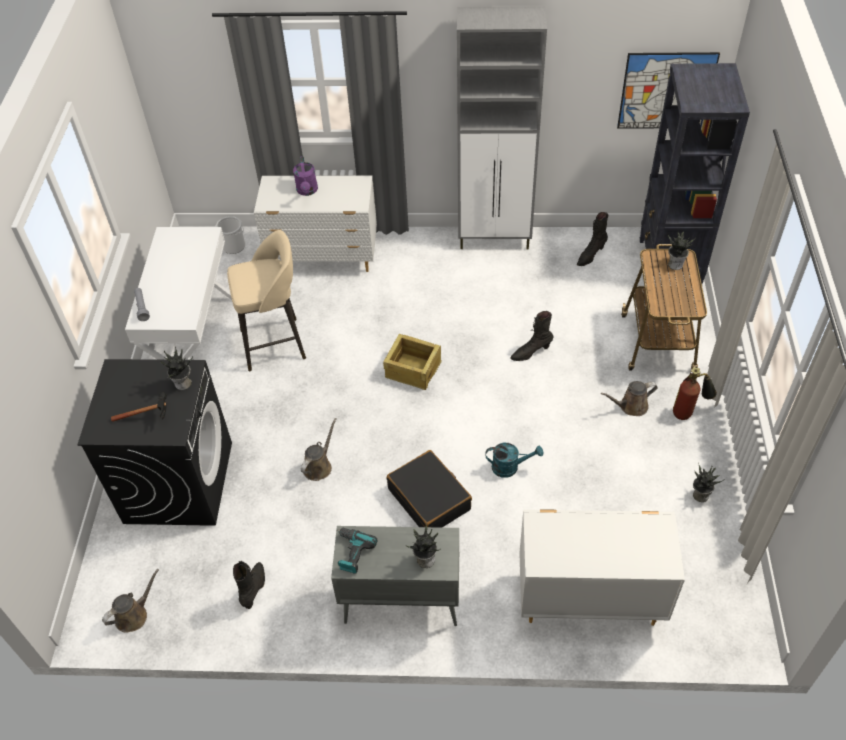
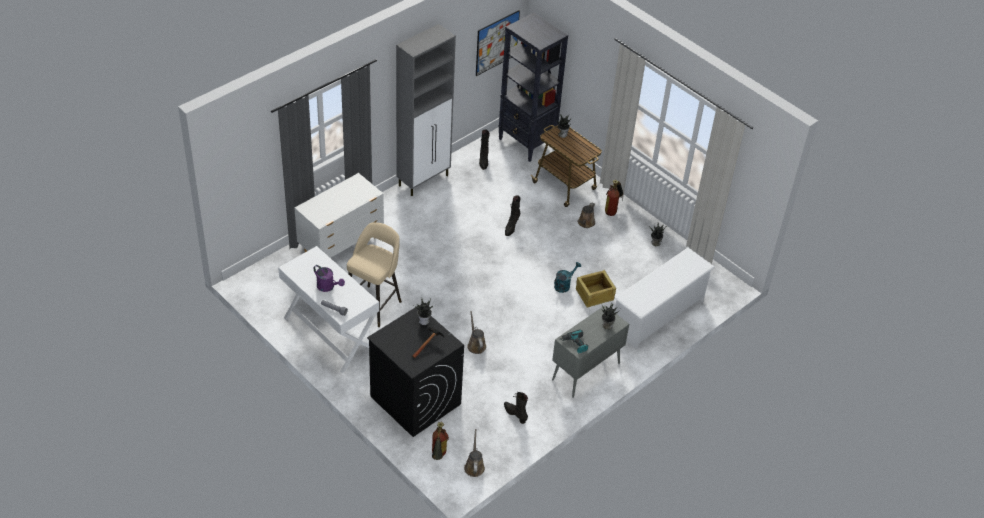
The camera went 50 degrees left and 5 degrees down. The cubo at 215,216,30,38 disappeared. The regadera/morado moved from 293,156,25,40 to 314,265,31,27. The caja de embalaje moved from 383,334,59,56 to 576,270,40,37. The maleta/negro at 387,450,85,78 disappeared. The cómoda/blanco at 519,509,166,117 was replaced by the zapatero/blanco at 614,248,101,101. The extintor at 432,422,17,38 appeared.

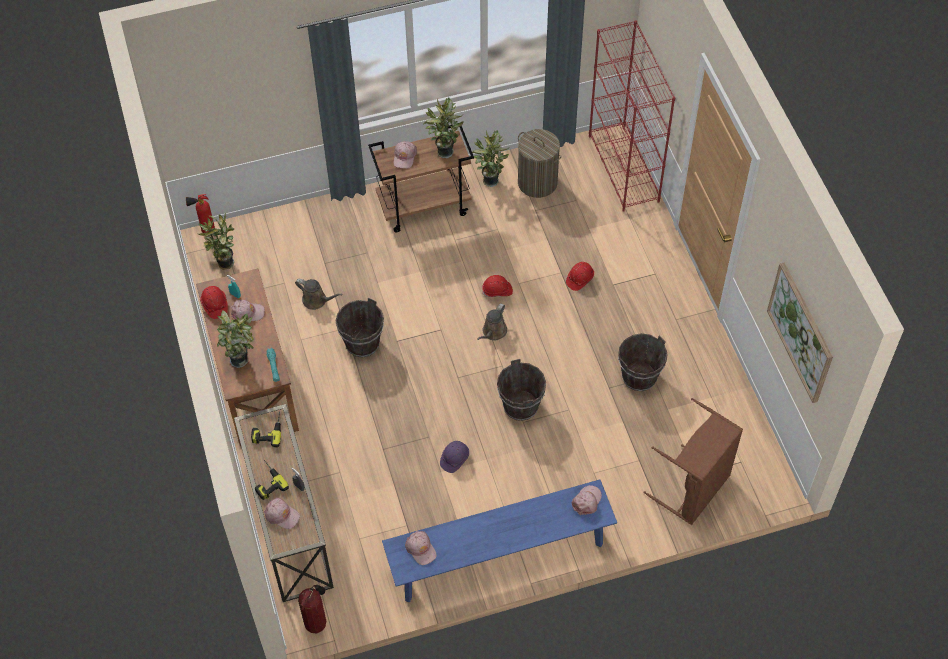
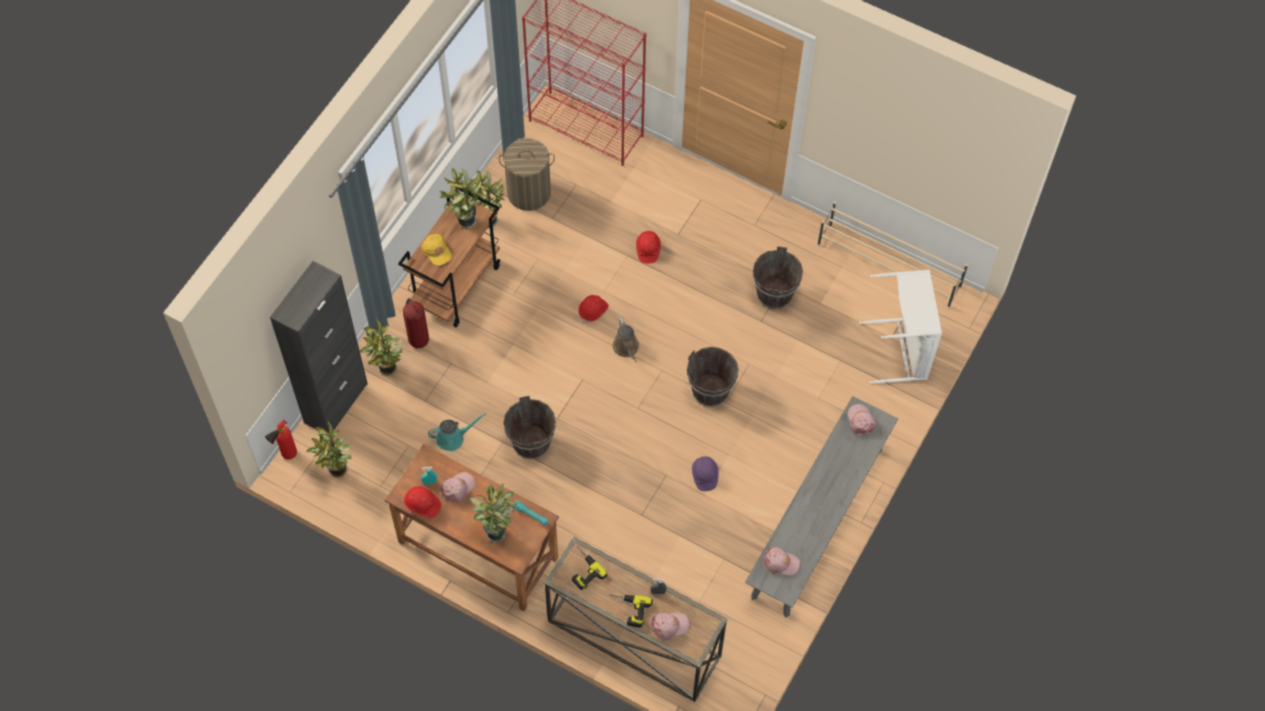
The camera went 45 degrees left and 5 degrees up. The regadera/marrón at 295,279,48,31 became the regadera/turquesa at 428,413,58,38. The extintor moved from 298,585,28,48 to 403,298,26,50. The banco/azul at 382,480,235,123 became the banco/gris at 745,396,153,222. The gorra/rosa at 394,141,23,28 became the gorra/amarillo at 421,234,31,32. The cesto de la ropa/marrón at 643,398,100,127 became the cesto de la ropa/blanco at 859,270,83,113. The cuadro at 767,262,66,141 disappeared. The armario/negro at 270,261,98,172 appeared. The planta en maceta at 360,318,43,58 appeared. The zapatero/beis at 817,201,151,107 appeared.

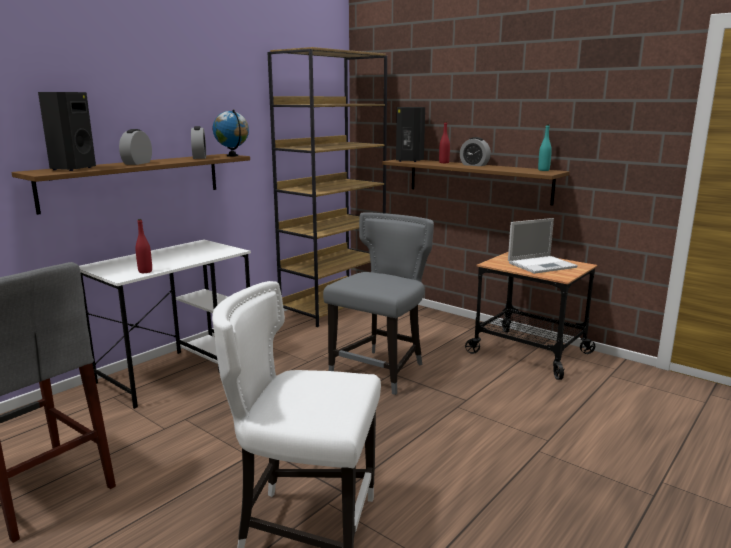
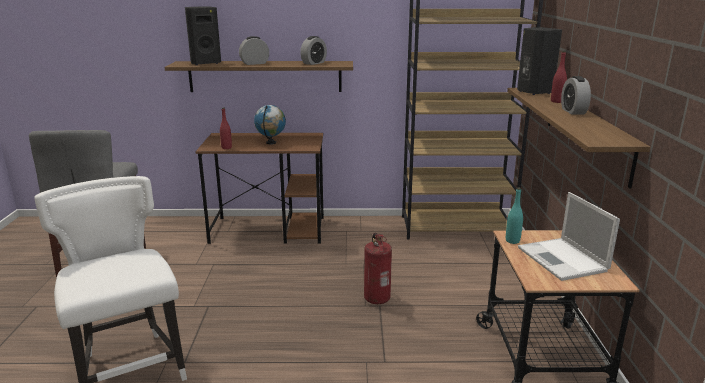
The camera went 50 degrees right and 5 degrees up. The escritorio/blanco at 79,239,172,170 became the escritorio/marrón at 195,133,129,111. The globo terráqueo moved from 213,109,36,48 to 254,105,32,39. The silla/gris at 323,213,111,182 was replaced by the extintor at 364,233,28,71. The portátil at 508,218,70,56 turned 45 degrees clockwise. The botella/turquesa moved from 538,124,14,47 to 506,187,17,57.

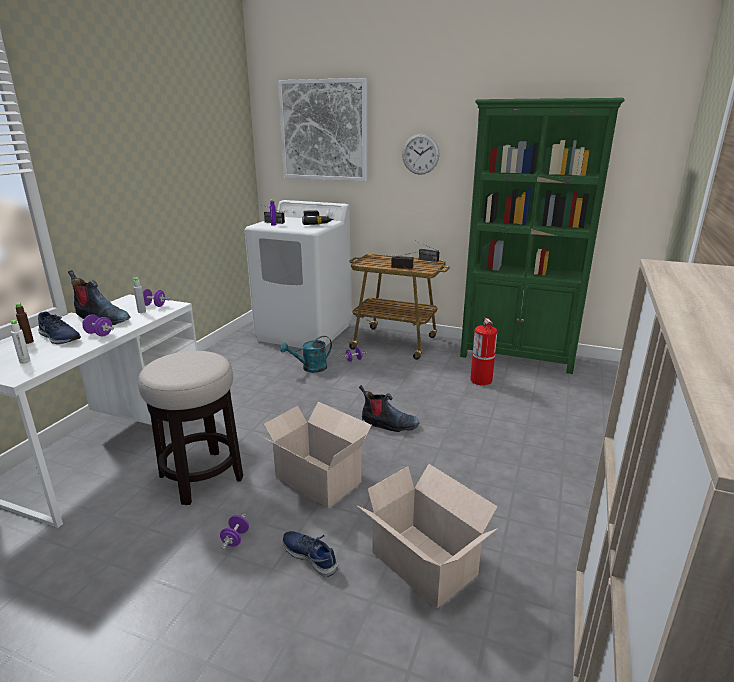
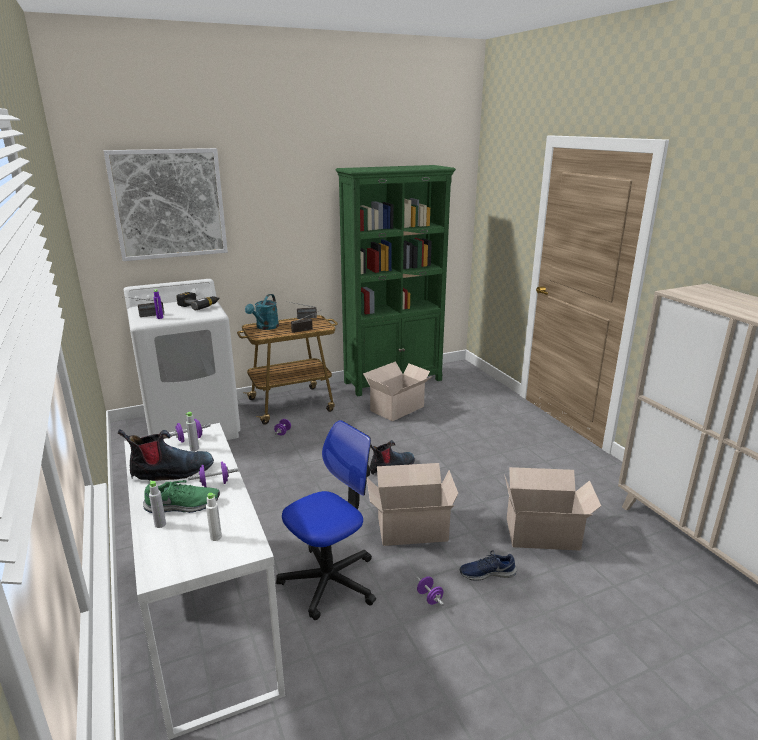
The camera went 45 degrees left and 0 degrees up. The botella/marrón at 16,303,18,41 became the botella/gris at 149,481,17,47. The zapato/azul at 38,311,43,33 became the zapato/verde at 143,480,77,33. The taburete at 138,351,105,154 was replaced by the silla de oficina at 276,420,100,200. The regadera/turquesa moved from 280,336,52,37 to 245,294,34,36. The reloj de pared at 402,134,38,41 disappeared. The extintor at 470,318,27,68 was replaced by the caja de cartón at 363,361,70,60.

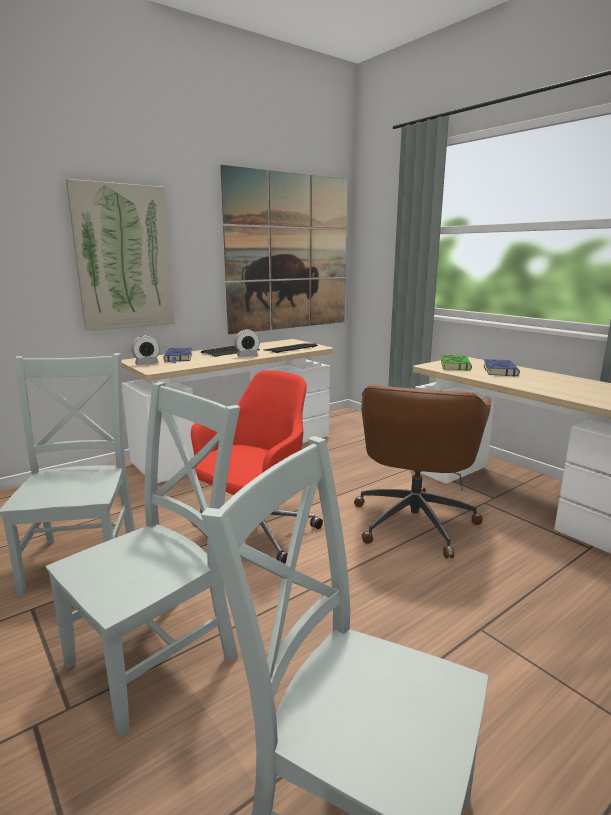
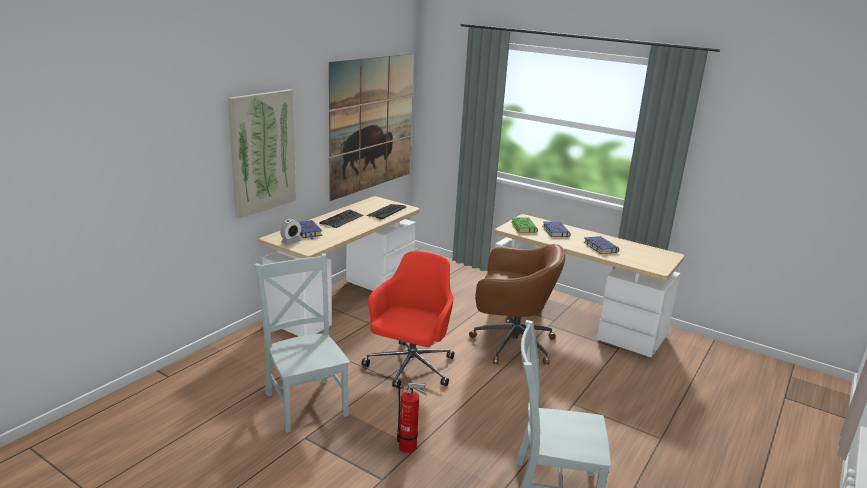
The camera went 20 degrees left and 5 degrees up. The silla/gris at 46,382,194,356 was replaced by the extintor at 397,383,30,70. The despertador at 234,329,26,28 disappeared. The silla de oficina/marrón at 354,385,138,173 turned 75 degrees counterclockwise. The libro/azul at 584,236,35,18 appeared.

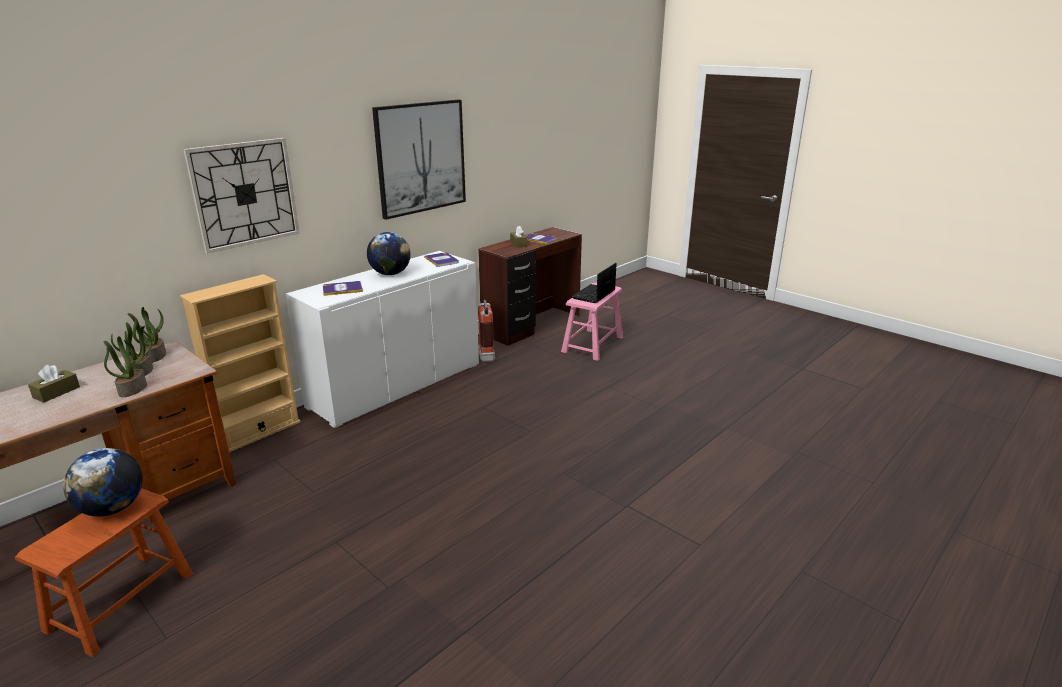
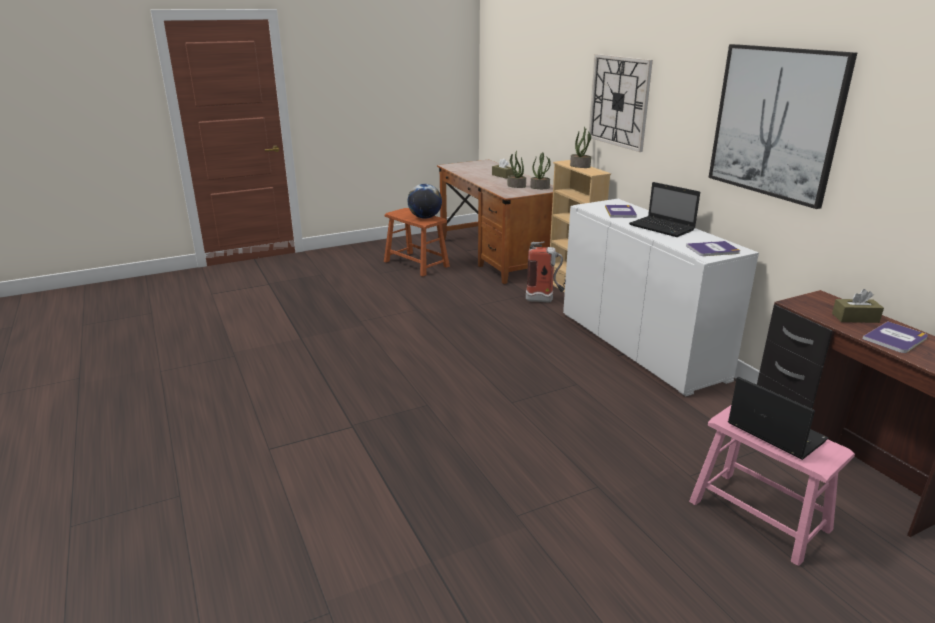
The camera went 110 degrees right and 0 degrees up. The planta en maceta moved from 104,336,43,61 to 570,127,21,41. The globo terráqueo at 367,232,44,43 was replaced by the portátil at 629,182,71,55. The extintor moved from 478,300,17,62 to 526,241,39,61.

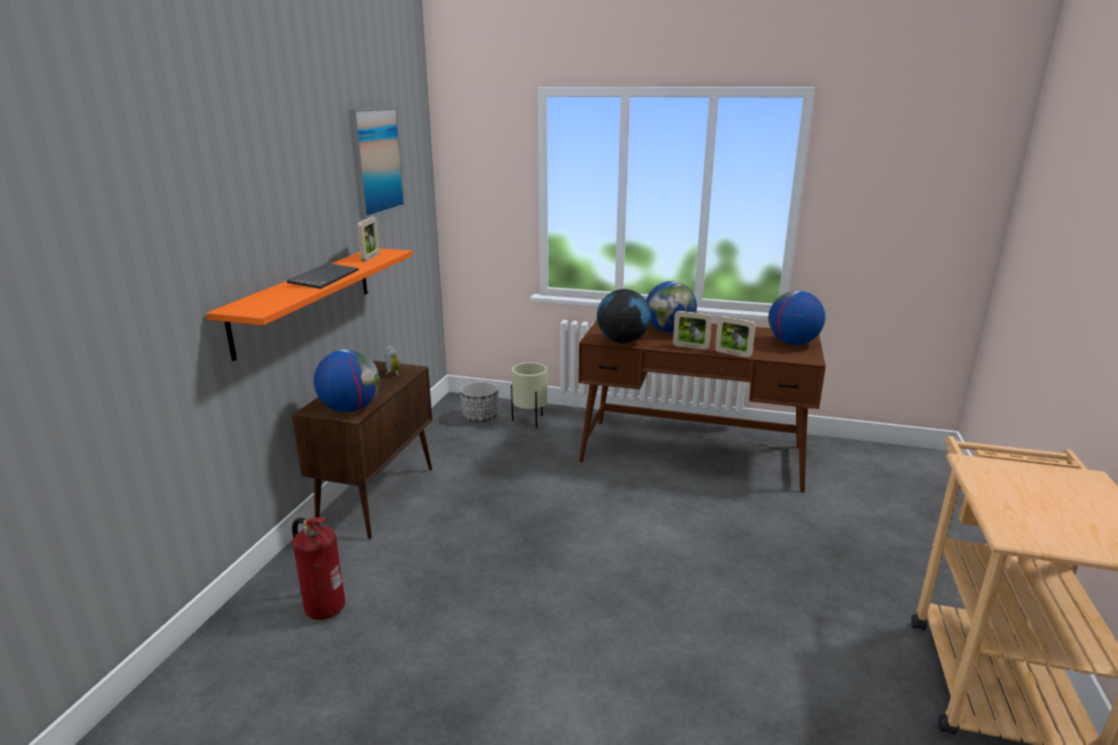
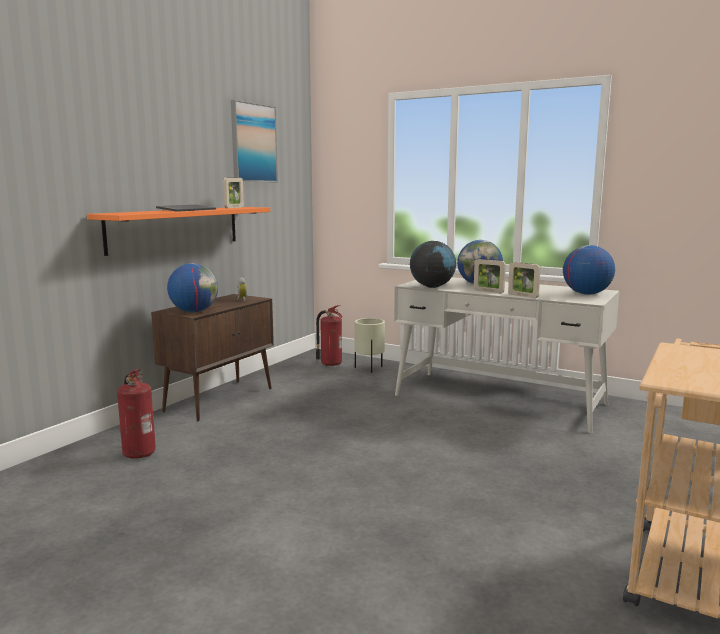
The camera went 15 degrees right and 10 degrees down. The maceta at 460,381,38,42 was replaced by the extintor at 316,305,26,61. The escritorio/marrón at 578,320,248,173 became the escritorio/blanco at 394,277,226,156.

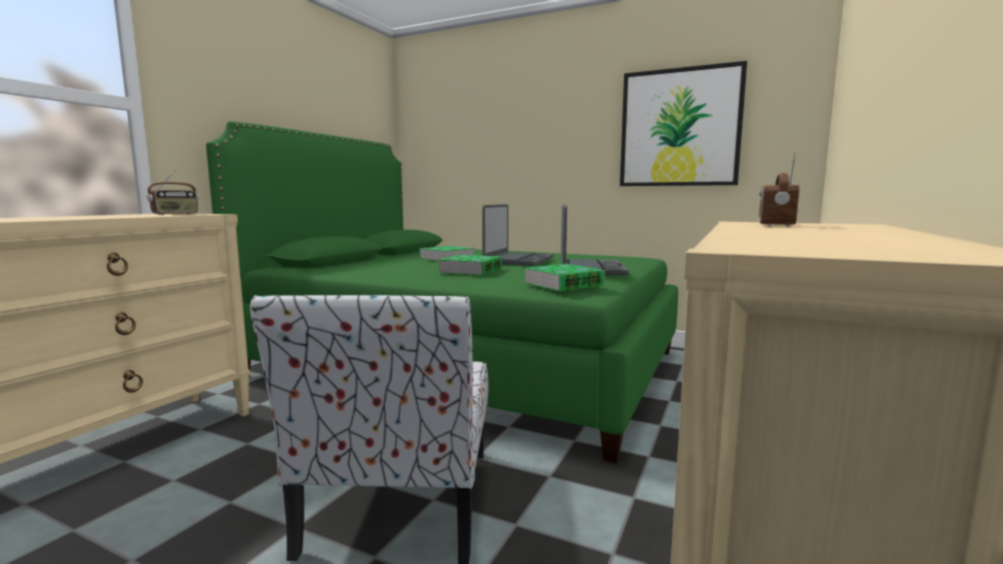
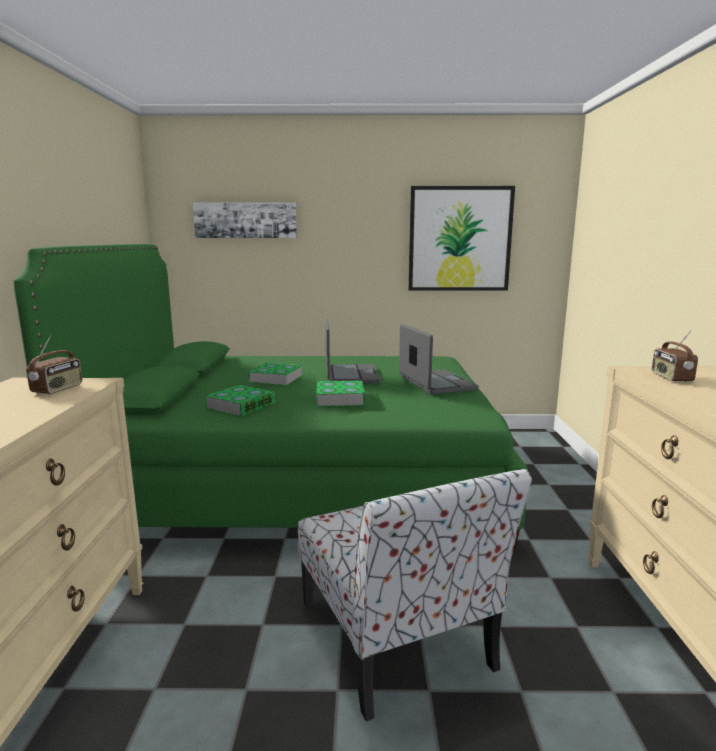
The camera went 25 degrees left and 5 degrees up. The libro moved from 524,264,81,27 to 205,385,70,31. The cuadro at 193,202,104,36 appeared.

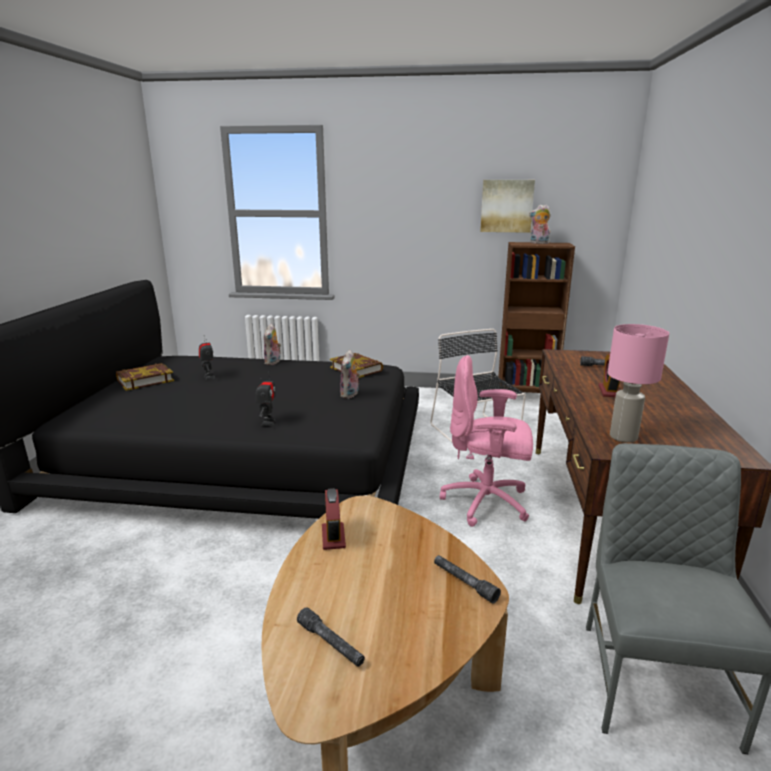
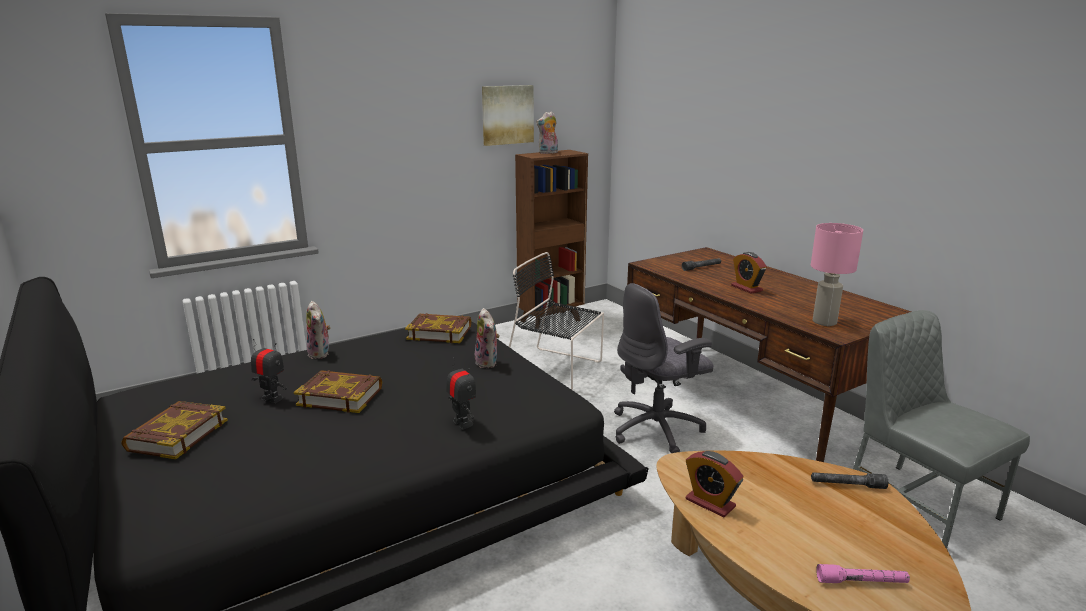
The camera went 40 degrees left and 0 degrees up. The linterna/gris at 297,607,68,60 became the linterna/rosa at 816,564,94,19. The silla de oficina/rosa at 440,355,93,172 became the silla de oficina/gris at 614,283,100,170. The libro at 294,370,88,43 appeared.

